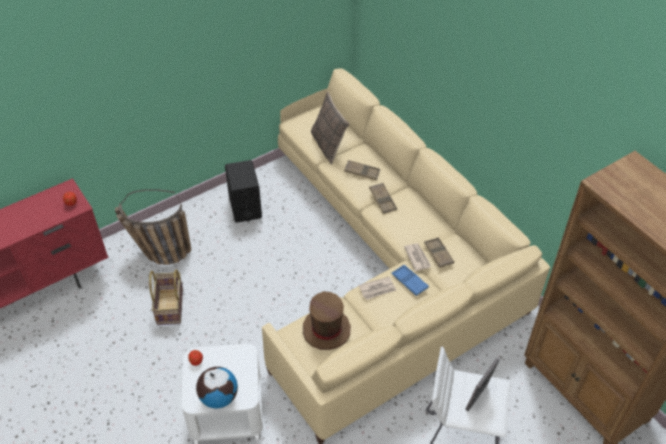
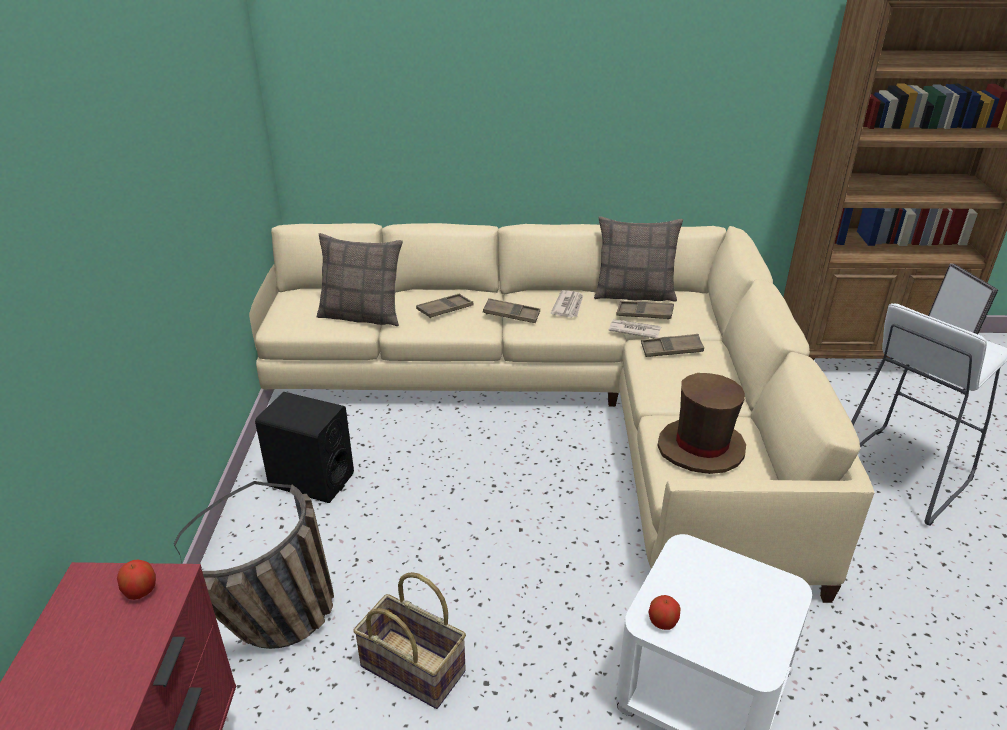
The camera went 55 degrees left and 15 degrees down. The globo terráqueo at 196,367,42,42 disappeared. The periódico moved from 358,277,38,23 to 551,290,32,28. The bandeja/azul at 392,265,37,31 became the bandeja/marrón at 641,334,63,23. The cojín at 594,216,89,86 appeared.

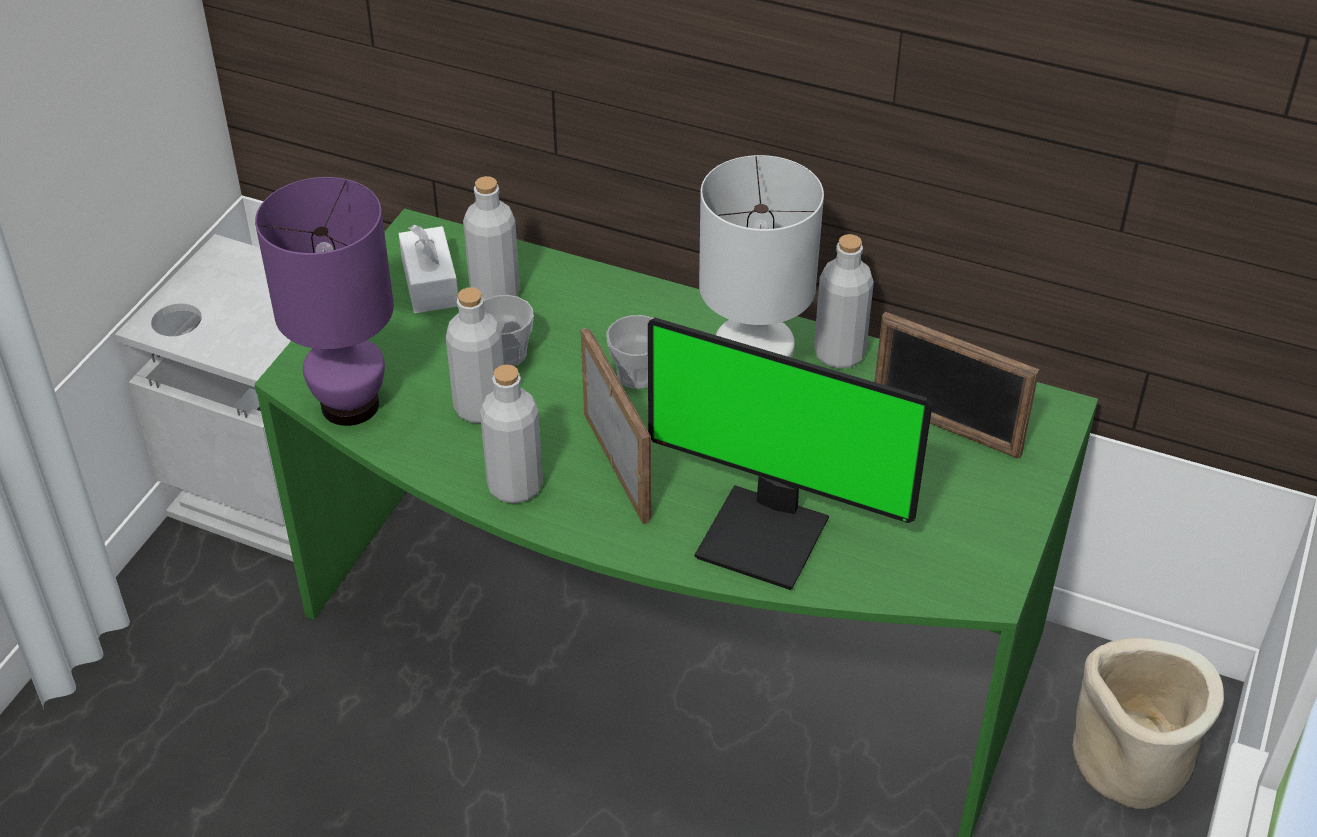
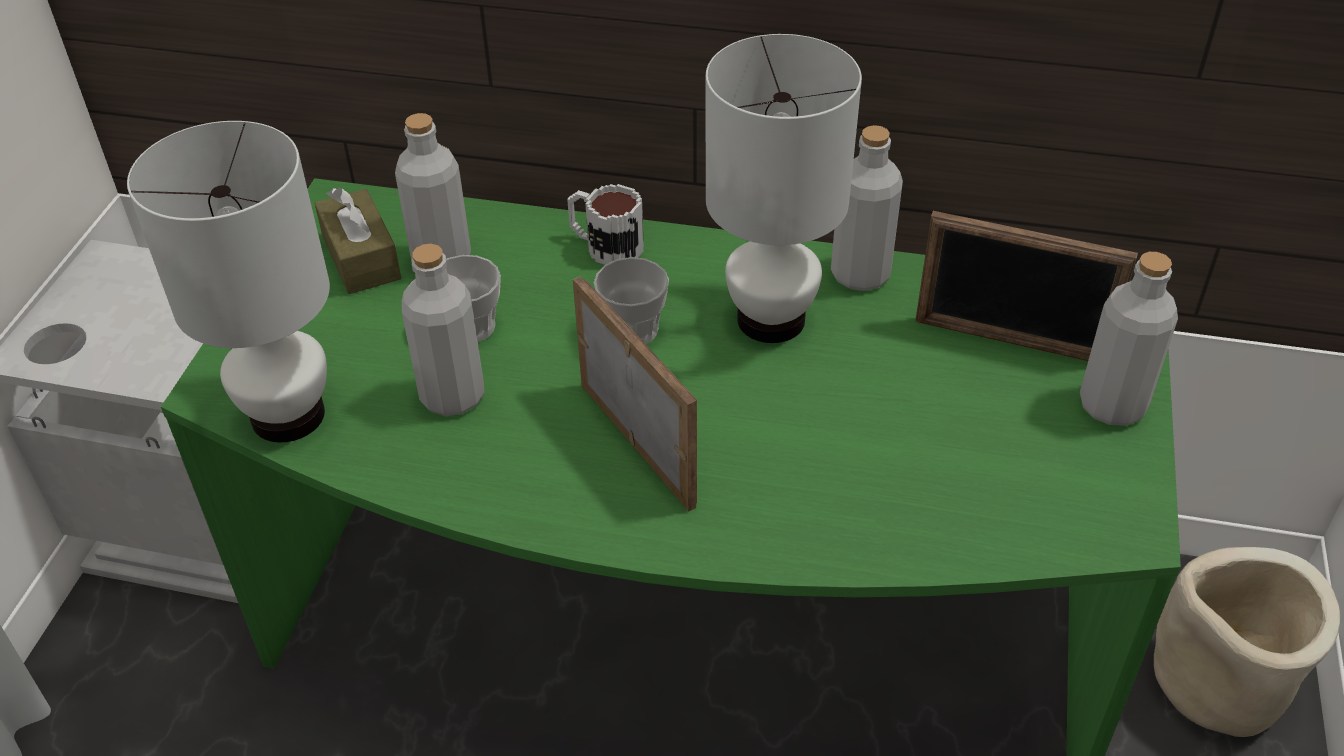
The camera went 10 degrees left and 0 degrees up. The lámpara de mesa/morado at 255,177,139,249 became the lámpara de mesa/blanco at 127,121,203,322. The caja de pañuelos/blanco at 399,225,59,88 became the caja de pañuelos/marrón at 314,187,87,107. The botella/gris moved from 480,364,63,140 to 1080,252,98,174. The monitor at 648,318,285,272 disappeared. The taza grande at 567,184,77,81 appeared.

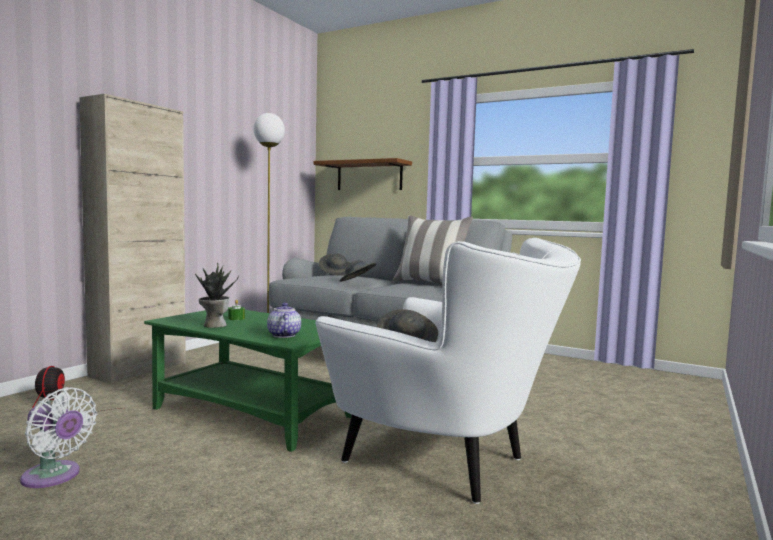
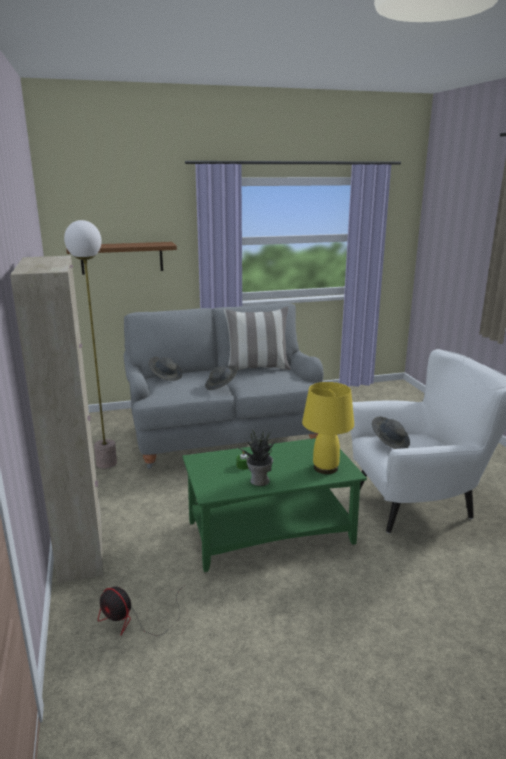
The camera went 45 degrees left and 15 degrees up. The ventilador/blanco at 20,387,77,101 disappeared. The tetera at 267,303,34,35 was replaced by the lámpara de mesa/amarillo at 302,382,52,92.

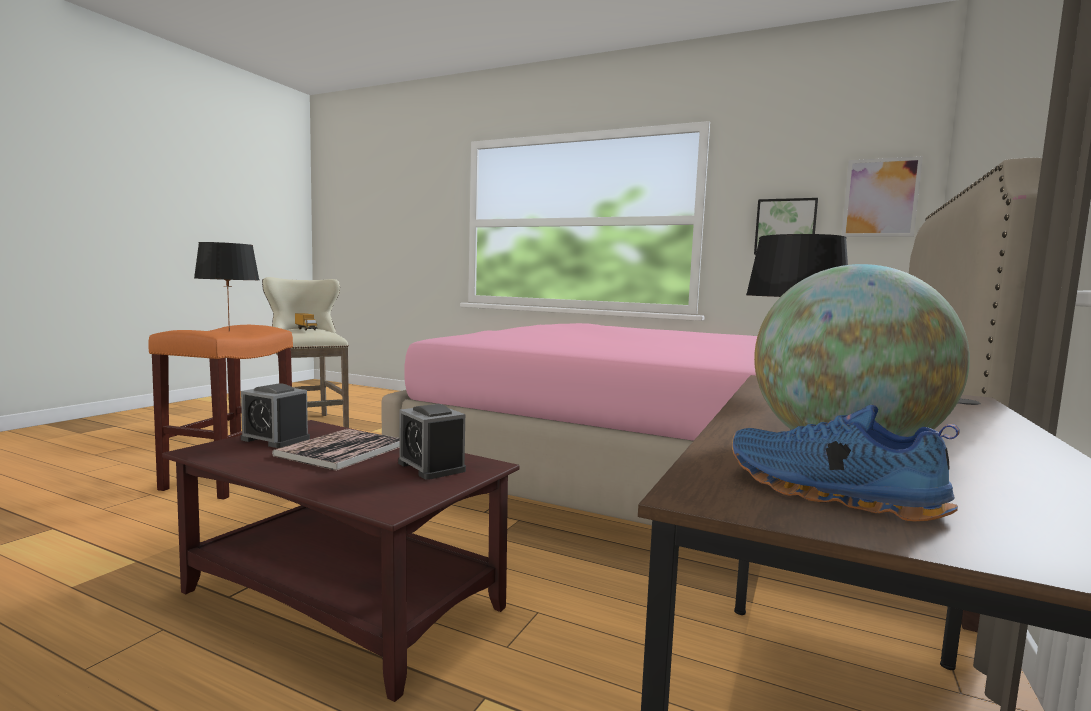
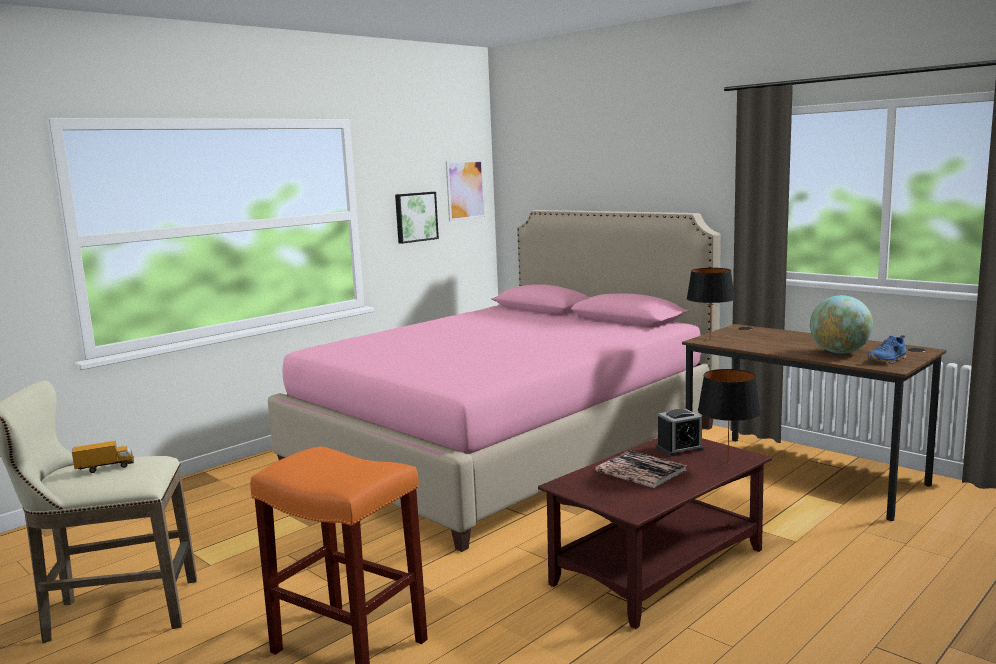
The camera went 70 degrees left and 5 degrees up. The lámpara de mesa/negro moved from 194,242,65,90 to 698,369,63,89. The despertador at 241,383,69,65 disappeared.

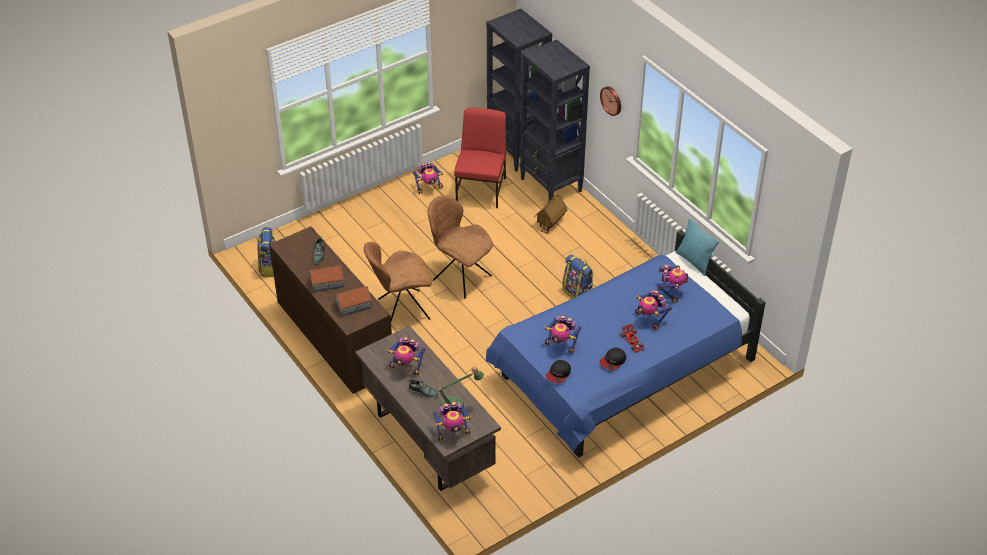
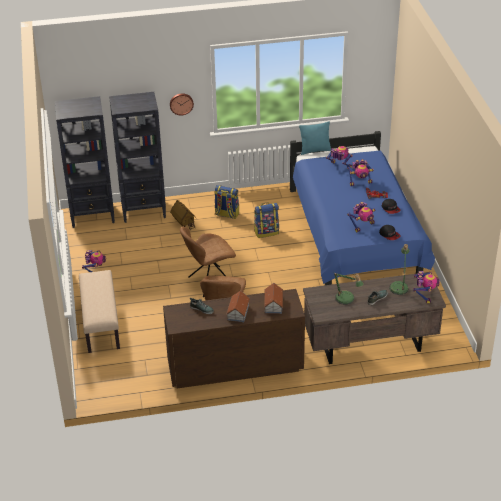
The camera went 65 degrees left and 5 degrees down. The mochila moved from 257,227,19,50 to 214,185,25,34. The robot de juguete at 388,337,38,38 was replaced by the lámpara de mesa at 334,273,30,32. The silla/rojo at 454,108,52,100 disappeared. The banco/beis at 79,270,41,83 appeared.

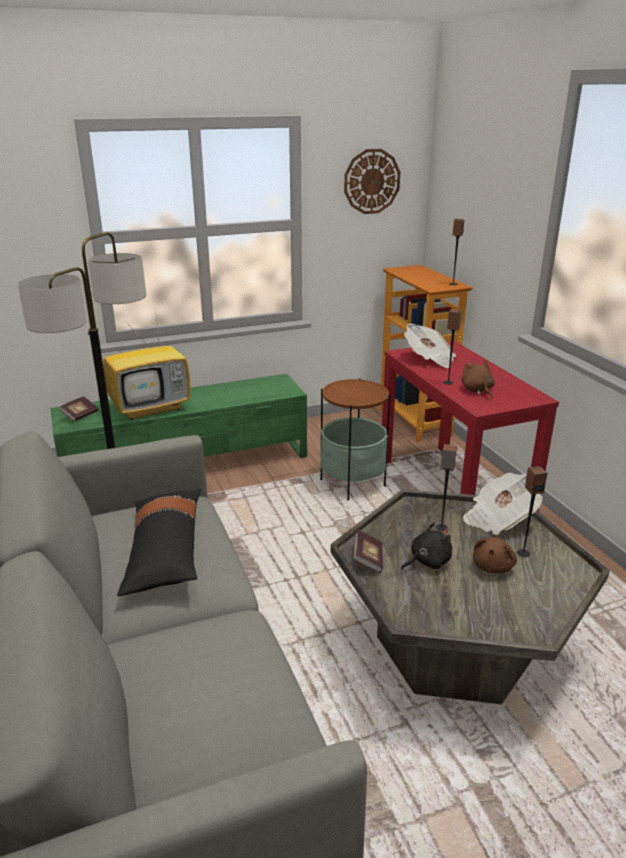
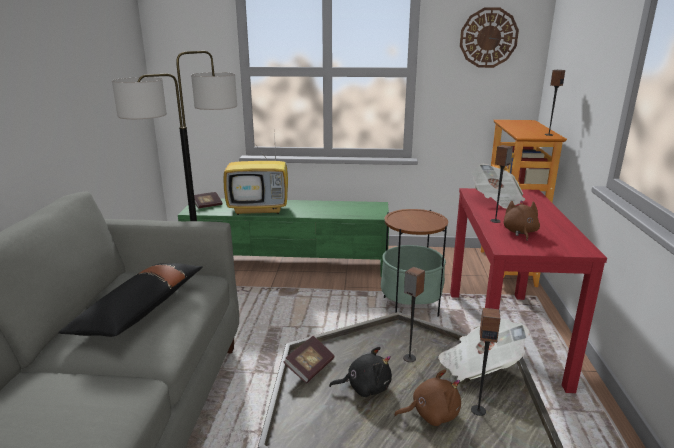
The camera went 25 degrees right and 5 degrees down. The peluche/marrón at 473,537,44,36 turned 150 degrees counterclockwise.

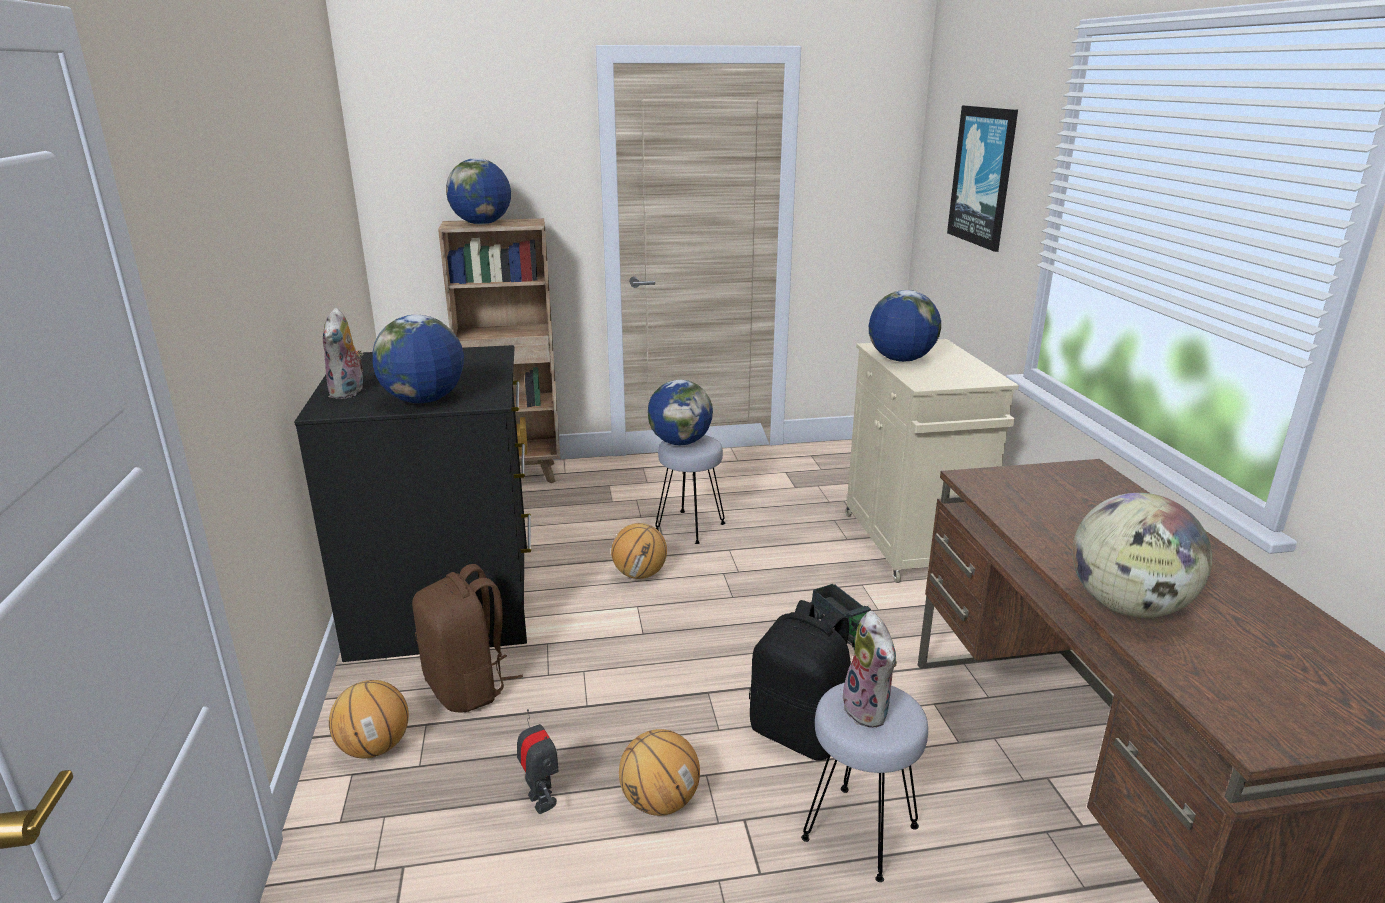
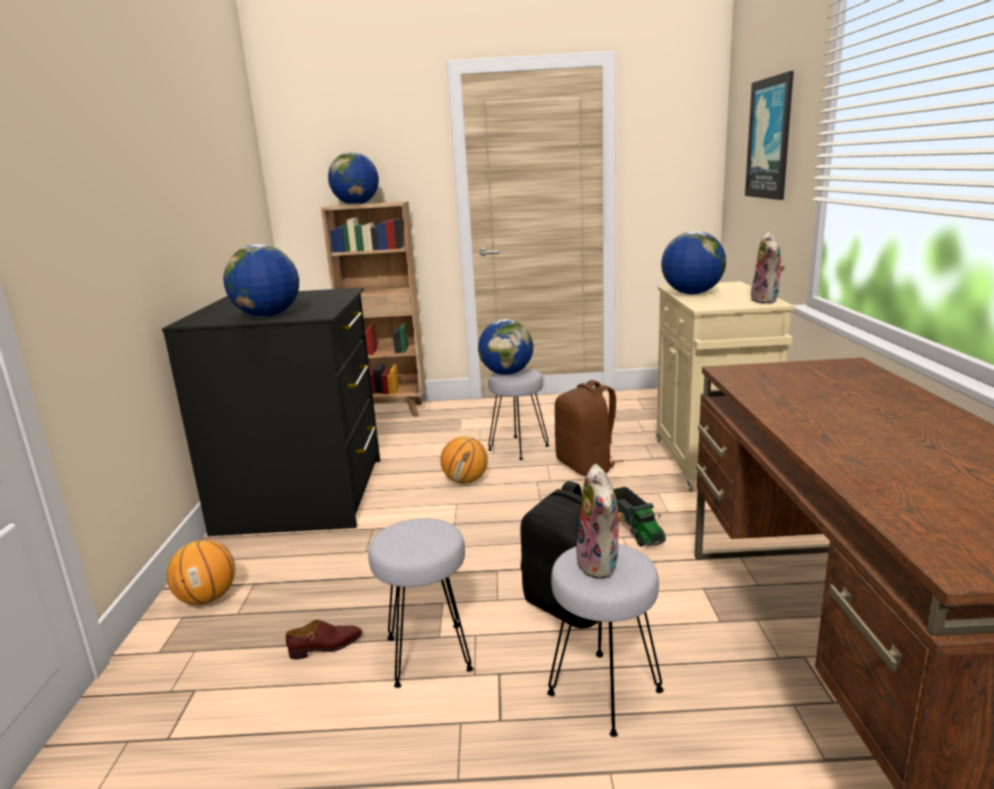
The camera went 10 degrees right and 5 degrees down. The peluche moved from 323,308,40,91 to 751,232,34,71. The mochila/marrón moved from 412,564,111,148 to 555,380,69,96. The robot de juguete at 517,709,41,105 was replaced by the zapato/marrón at 286,620,76,39. The balón de baloncesto at 619,729,81,87 was replaced by the taburete/gris at 368,518,106,170. The globo terráqueo at 1072,493,140,125 disappeared.

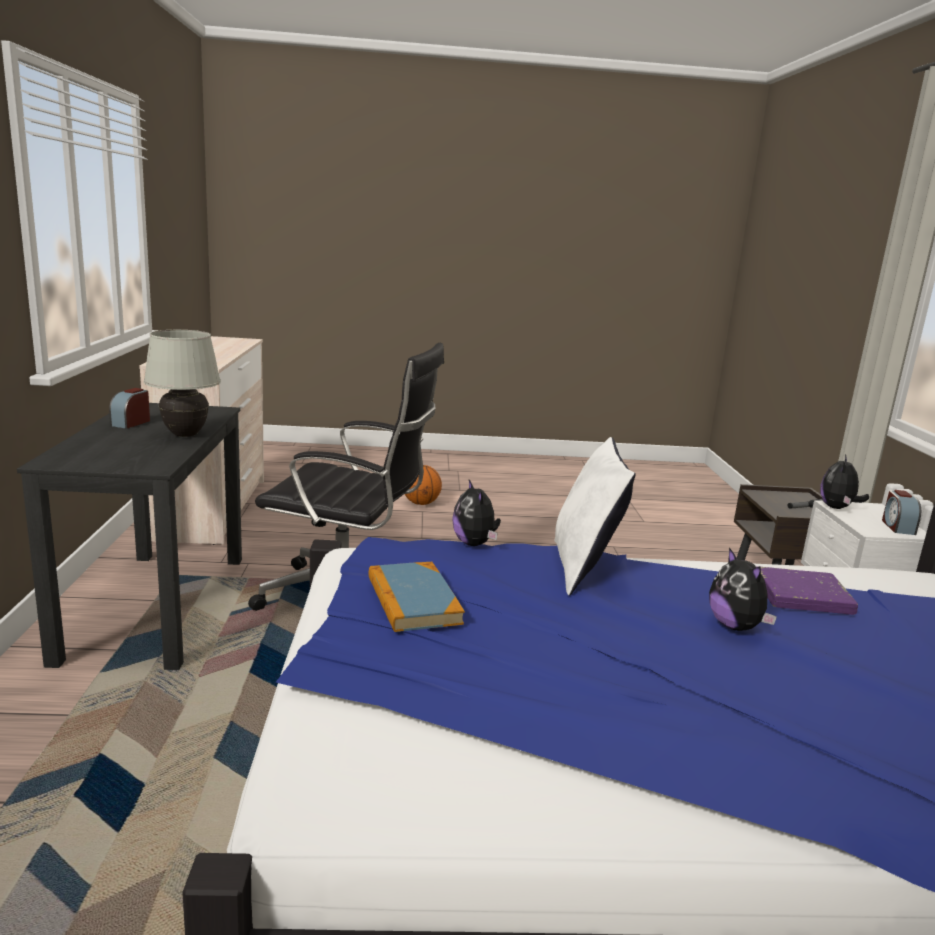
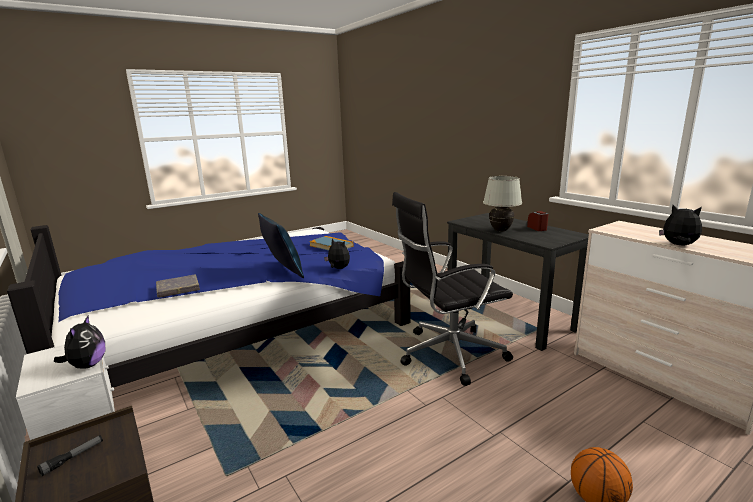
The camera went 150 degrees right and 0 degrees up. The cojín/blanco at 555,437,81,159 became the cojín/azul at 258,213,46,65. The peluche moved from 709,547,68,84 to 659,205,43,40. The libro/morado at 756,566,102,49 became the libro/gris at 156,274,44,24. The despertador at 882,490,39,45 disappeared.

